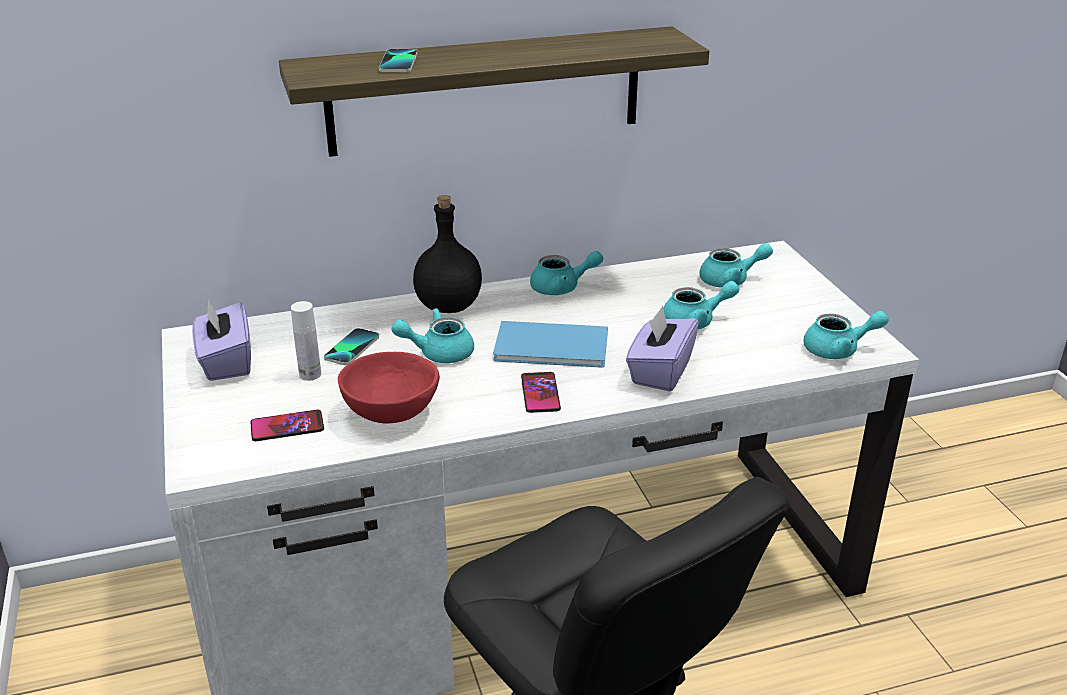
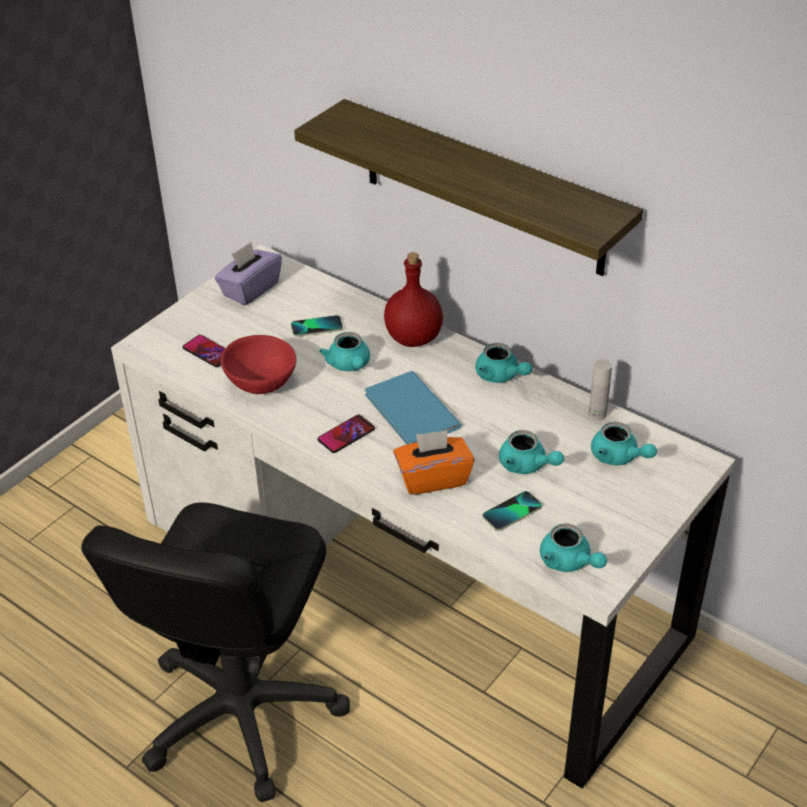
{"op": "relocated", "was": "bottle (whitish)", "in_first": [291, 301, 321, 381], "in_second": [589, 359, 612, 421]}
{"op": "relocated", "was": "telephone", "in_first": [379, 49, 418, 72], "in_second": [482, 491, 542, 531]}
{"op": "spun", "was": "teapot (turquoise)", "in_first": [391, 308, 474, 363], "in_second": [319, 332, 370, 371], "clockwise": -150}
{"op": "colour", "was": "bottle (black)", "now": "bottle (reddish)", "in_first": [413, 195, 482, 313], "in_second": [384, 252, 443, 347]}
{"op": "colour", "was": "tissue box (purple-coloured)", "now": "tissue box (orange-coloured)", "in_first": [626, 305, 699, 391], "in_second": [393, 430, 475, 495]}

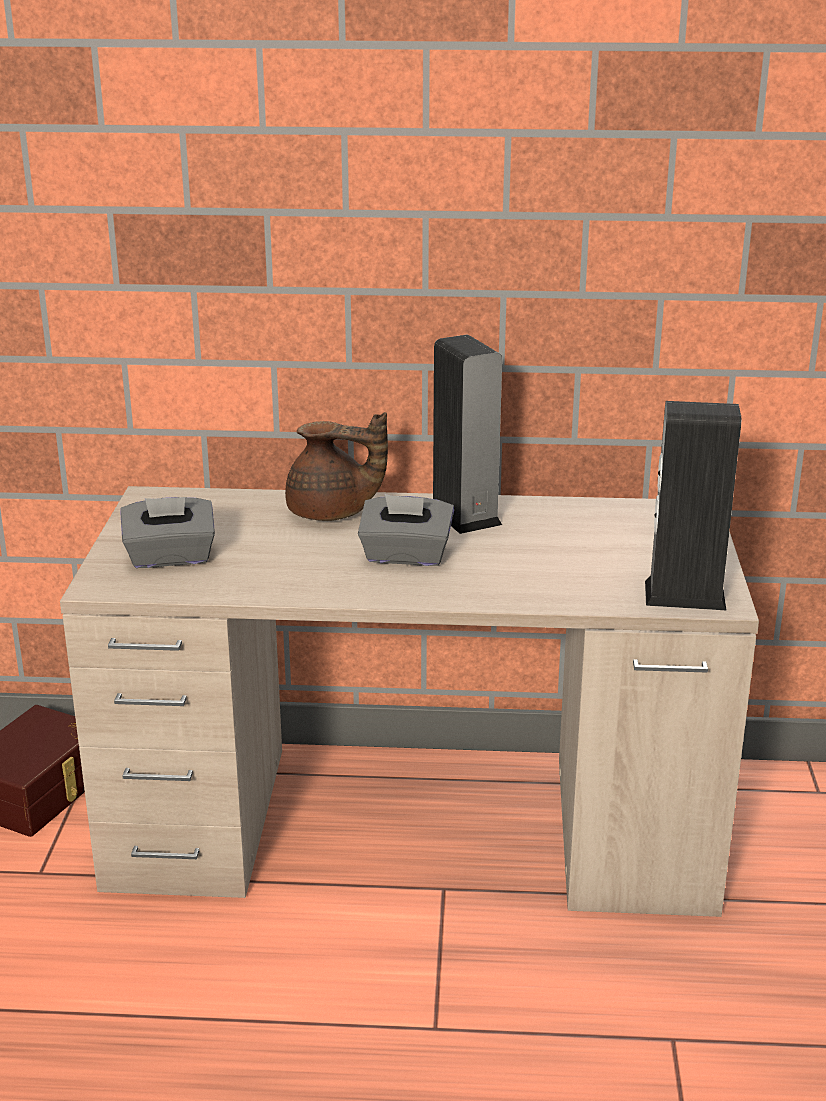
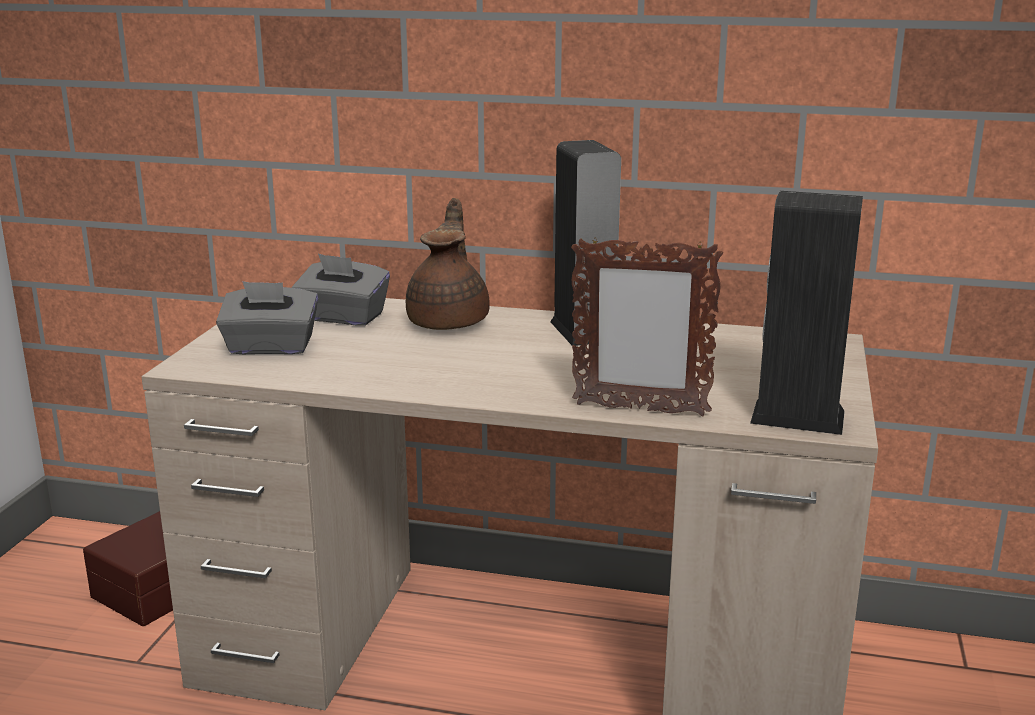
{"op": "spun", "was": "teapot (brownish)", "in_first": [285, 412, 388, 521], "in_second": [406, 198, 490, 330], "clockwise": -105}
{"op": "relocated", "was": "tissue box (greyish)", "in_first": [358, 494, 454, 566], "in_second": [292, 254, 390, 326]}
{"op": "appeared", "now": "picture frame", "in_second": [571, 238, 723, 416]}

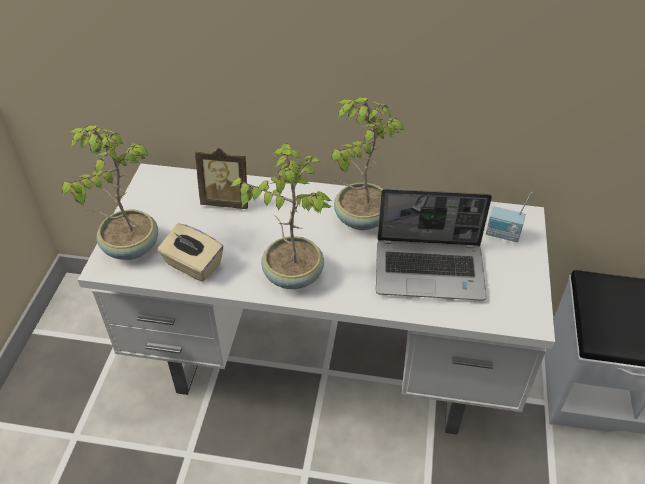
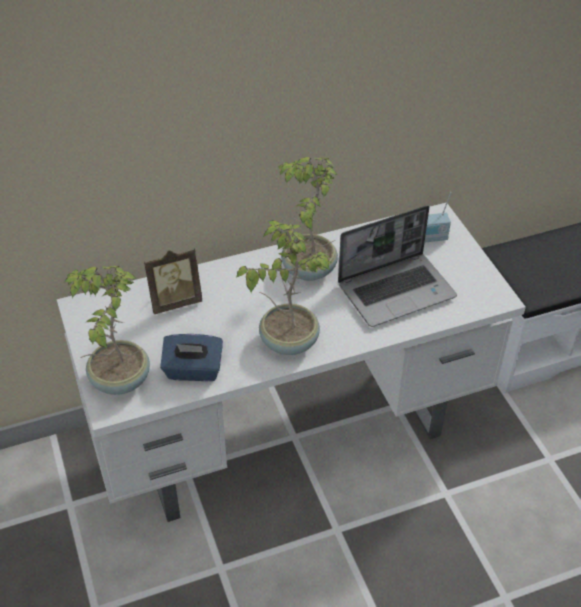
{"op": "colour", "was": "tissue box (sand-coloured)", "now": "tissue box (bluish)", "in_first": [158, 223, 224, 281], "in_second": [160, 334, 223, 381]}

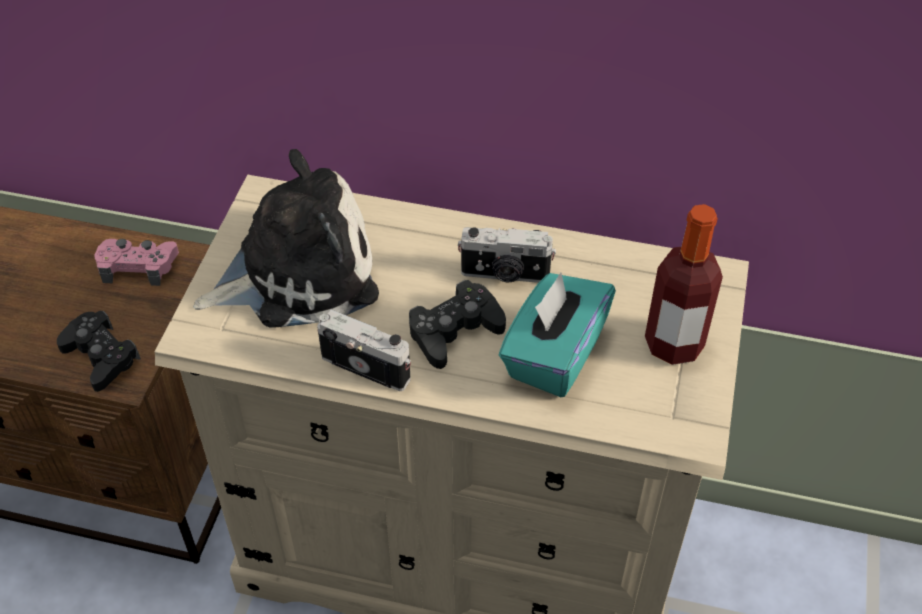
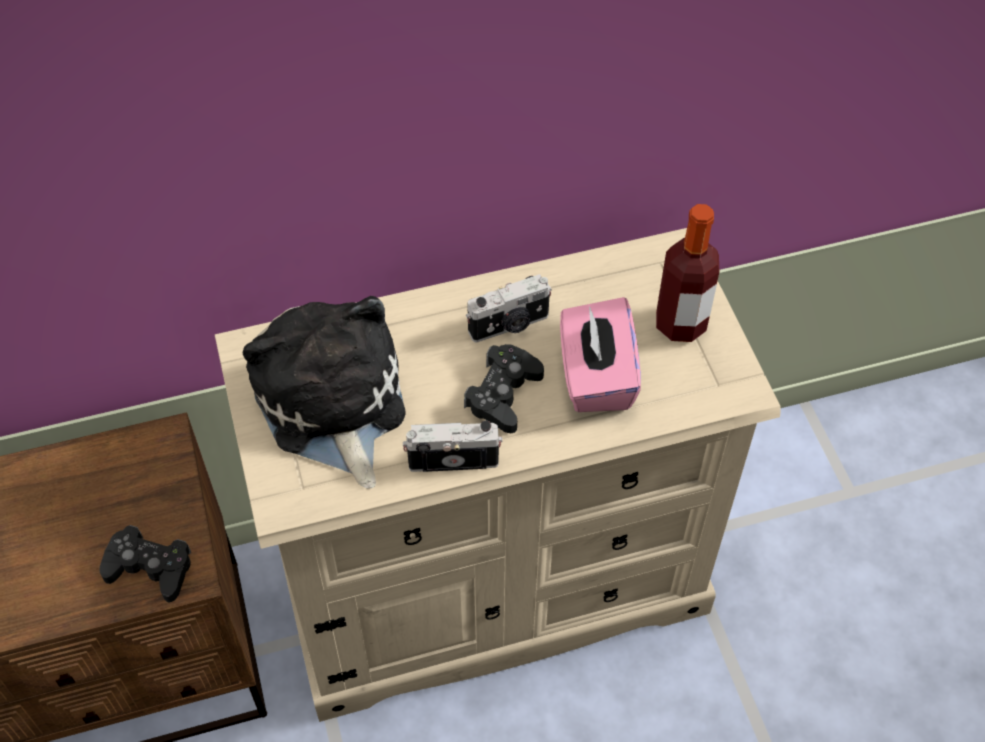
{"op": "missing", "was": "joypad (pink)", "in_first": [94, 239, 179, 286]}
{"op": "spun", "was": "soft toy", "in_first": [193, 149, 379, 328], "in_second": [243, 296, 405, 488], "clockwise": -60}
{"op": "colour", "was": "tissue box (turquoise)", "now": "tissue box (pink)", "in_first": [499, 273, 616, 397], "in_second": [560, 297, 641, 412]}

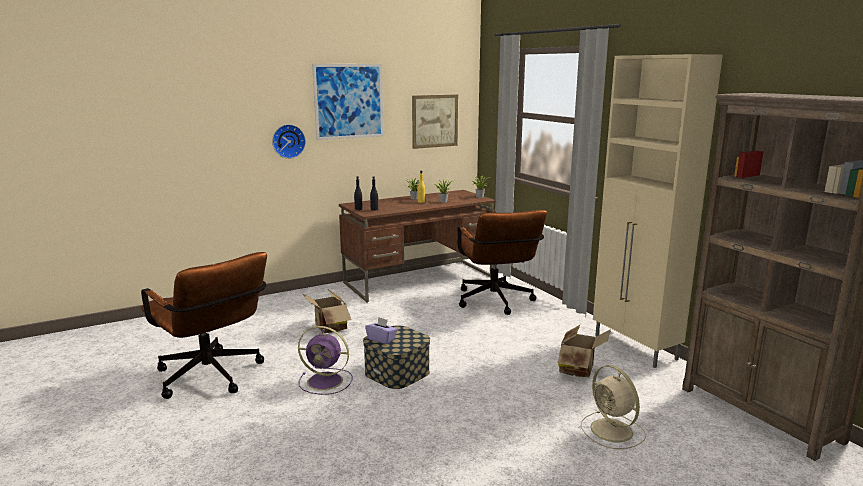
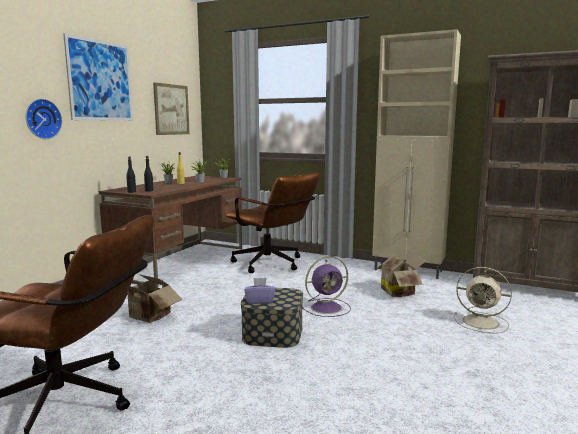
{"op": "relocated", "was": "electric fan (purple-coloured)", "in_first": [298, 326, 352, 395], "in_second": [302, 256, 351, 317]}

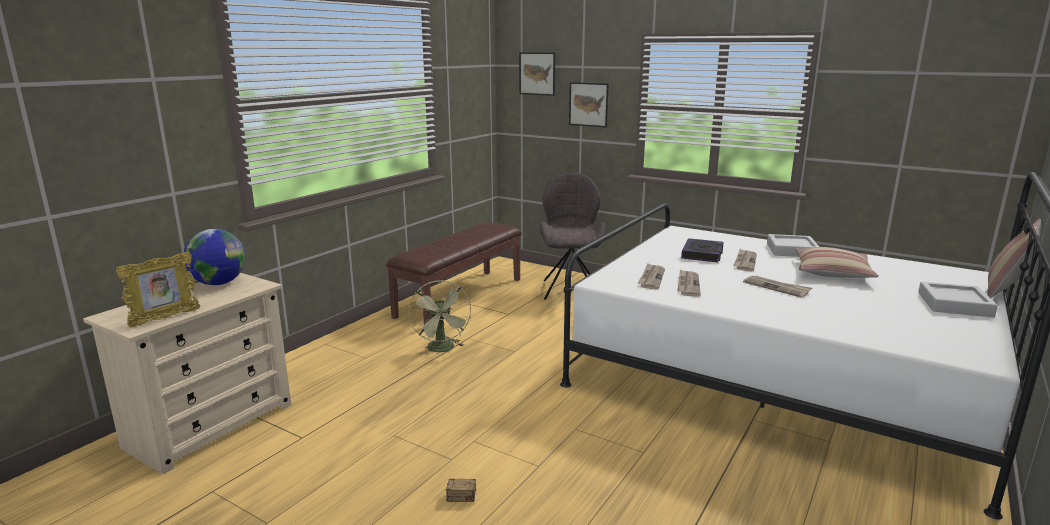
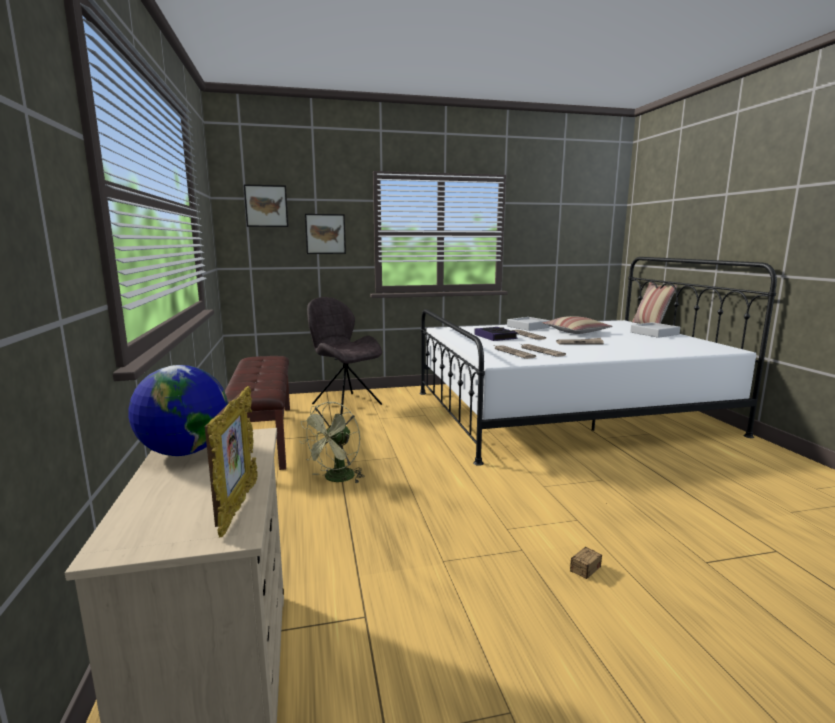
{"op": "spun", "was": "electric fan (green-coloured)", "in_first": [409, 280, 471, 354], "in_second": [299, 402, 365, 484], "clockwise": 90}

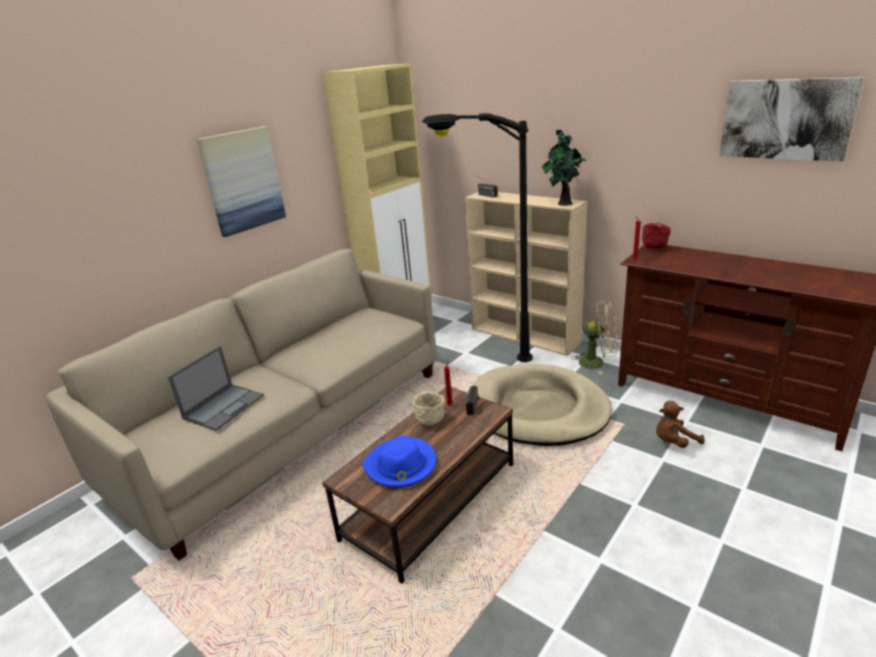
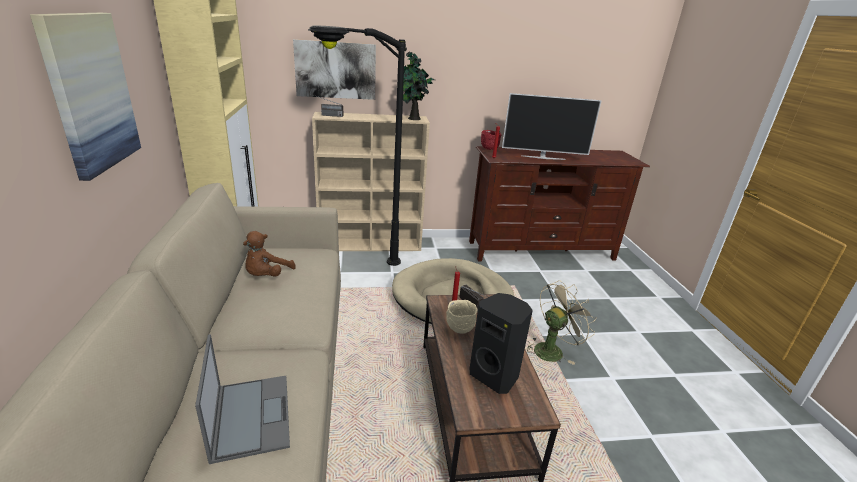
{"op": "exchanged", "was": "clothing hat (bluish)", "now": "audio speaker (black)", "in_first": [362, 436, 437, 488], "in_second": [470, 293, 533, 394]}
{"op": "relocated", "was": "electric fan (sand-coloured)", "in_first": [571, 301, 617, 374], "in_second": [527, 280, 597, 365]}
{"op": "relocated", "was": "soft toy (brownish)", "in_first": [656, 401, 705, 448], "in_second": [243, 231, 296, 277]}
{"op": "relocated", "was": "picture", "in_first": [719, 77, 864, 162], "in_second": [293, 39, 376, 100]}
{"op": "appeared", "now": "TV set", "in_second": [502, 93, 602, 160]}

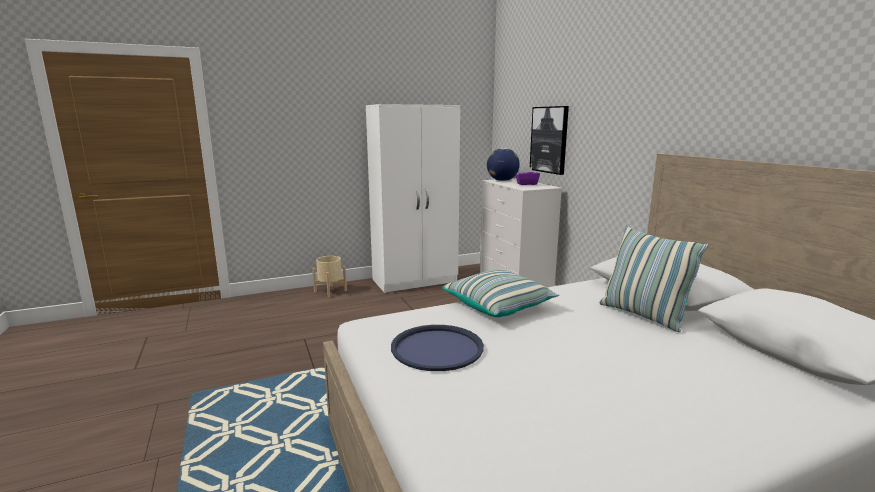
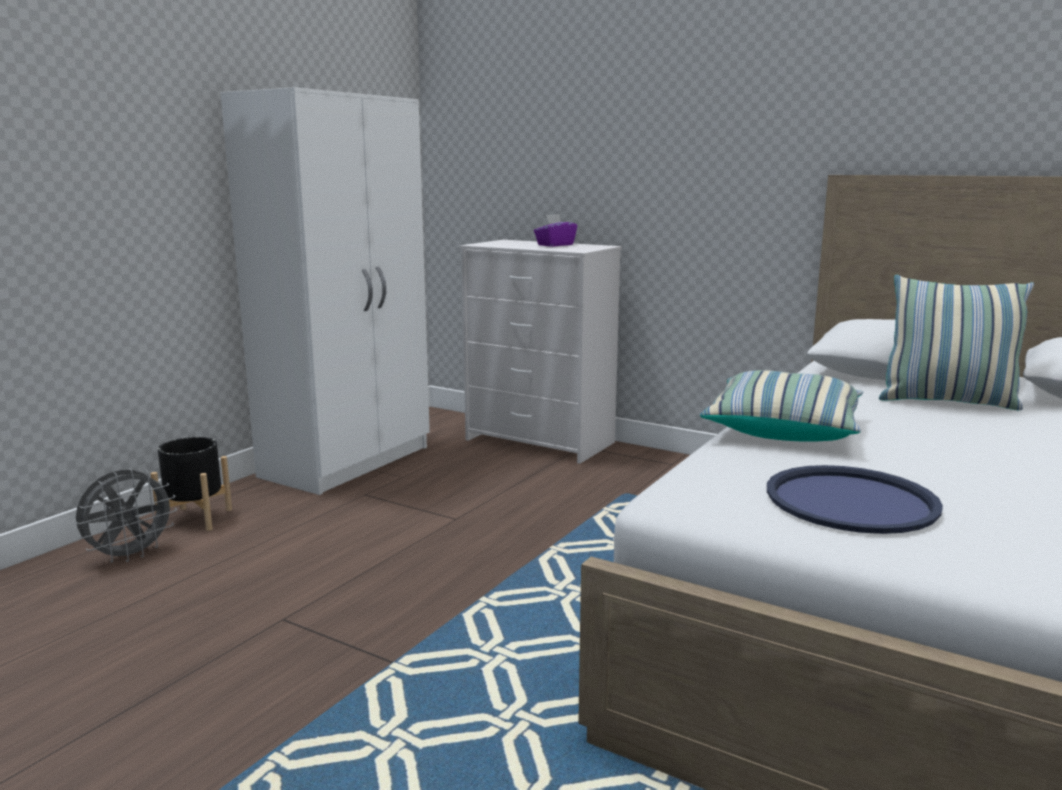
{"op": "colour", "was": "planter (sand-coloured)", "now": "planter (black)", "in_first": [312, 256, 347, 297], "in_second": [151, 437, 232, 531]}
{"op": "missing", "was": "world globe", "in_first": [487, 148, 520, 181]}
{"op": "missing", "was": "picture", "in_first": [530, 106, 569, 175]}
{"op": "appeared", "now": "electric fan (greyish)", "in_second": [76, 468, 177, 562]}

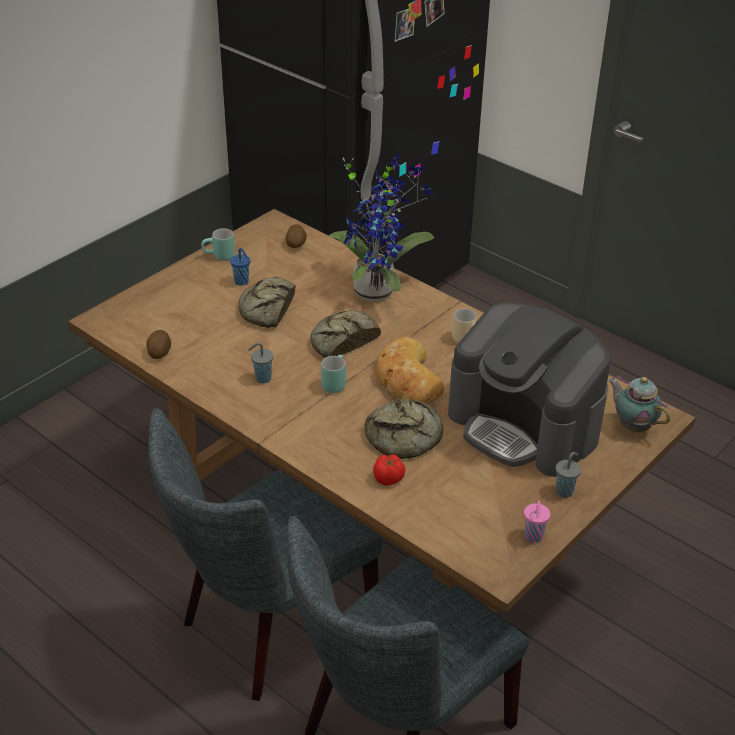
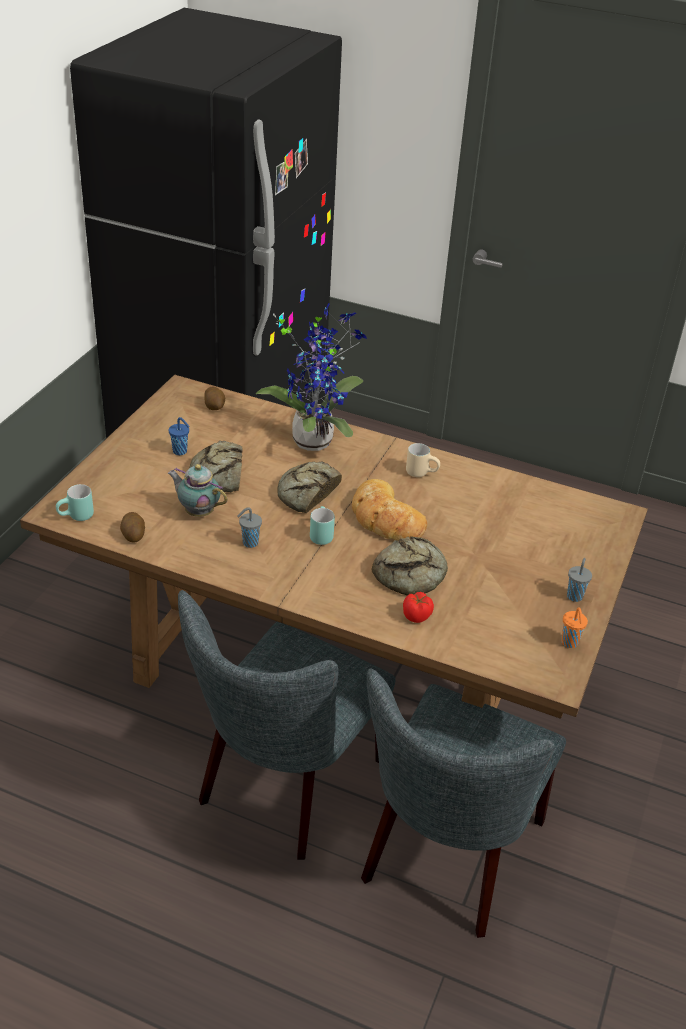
{"op": "relocated", "was": "tea mug (turquoise)", "in_first": [201, 228, 235, 261], "in_second": [56, 484, 94, 521]}
{"op": "missing", "was": "coffee machine", "in_first": [448, 302, 611, 477]}
{"op": "colour", "was": "cup (pink)", "now": "cup (orange-coloured)", "in_first": [524, 500, 550, 543], "in_second": [561, 607, 588, 648]}
{"op": "relocated", "was": "teapot", "in_first": [608, 376, 670, 432], "in_second": [168, 464, 228, 517]}

